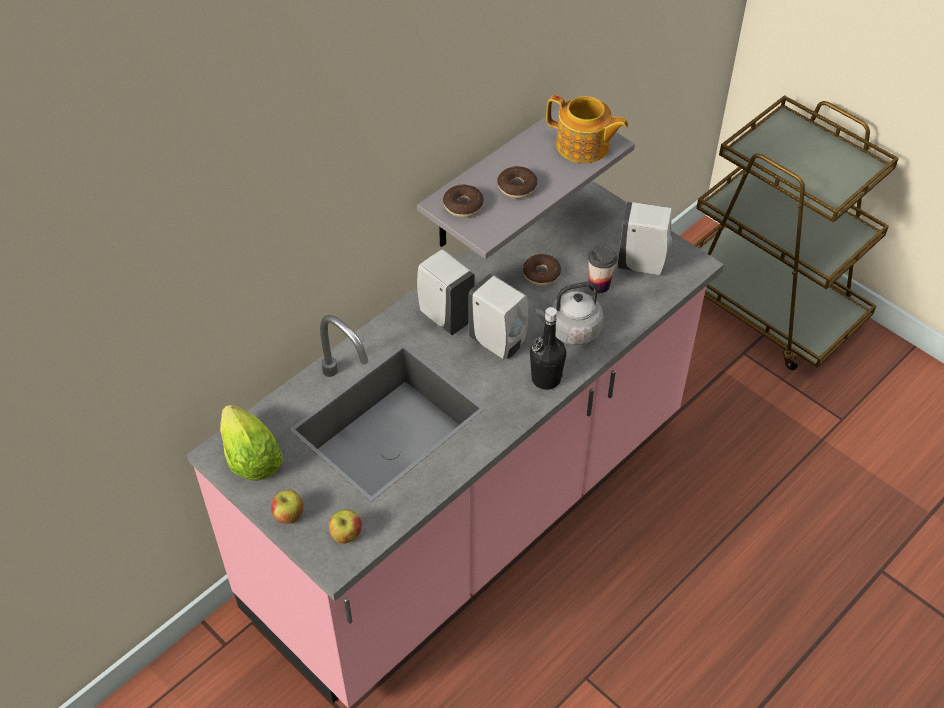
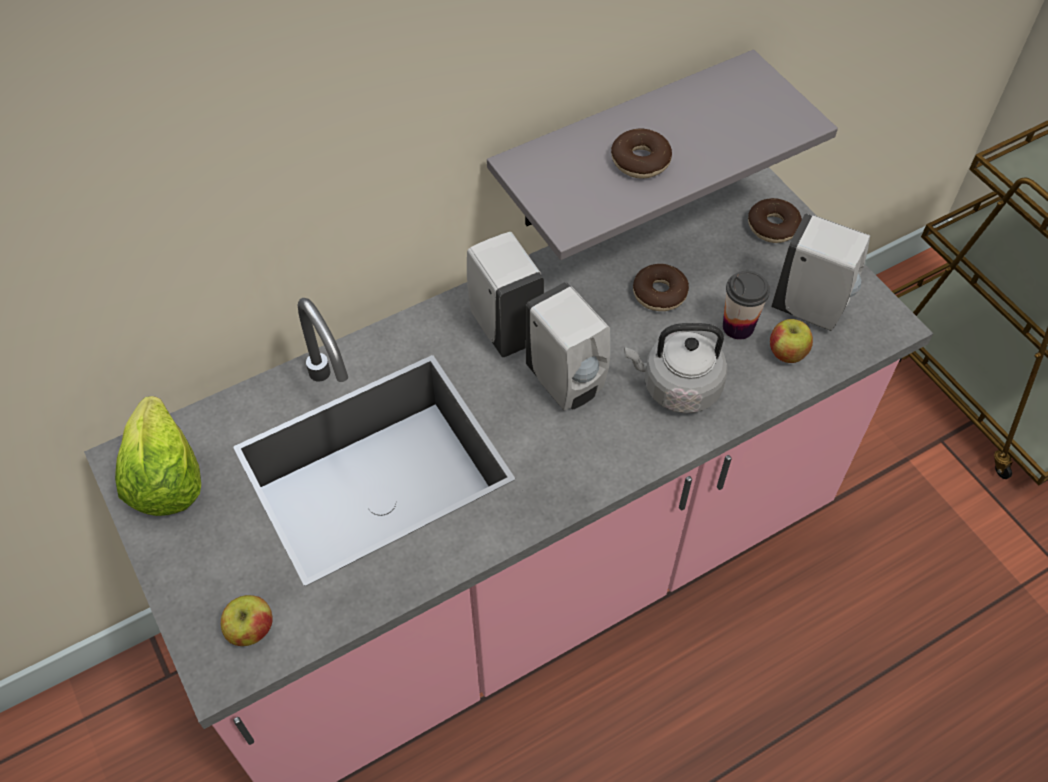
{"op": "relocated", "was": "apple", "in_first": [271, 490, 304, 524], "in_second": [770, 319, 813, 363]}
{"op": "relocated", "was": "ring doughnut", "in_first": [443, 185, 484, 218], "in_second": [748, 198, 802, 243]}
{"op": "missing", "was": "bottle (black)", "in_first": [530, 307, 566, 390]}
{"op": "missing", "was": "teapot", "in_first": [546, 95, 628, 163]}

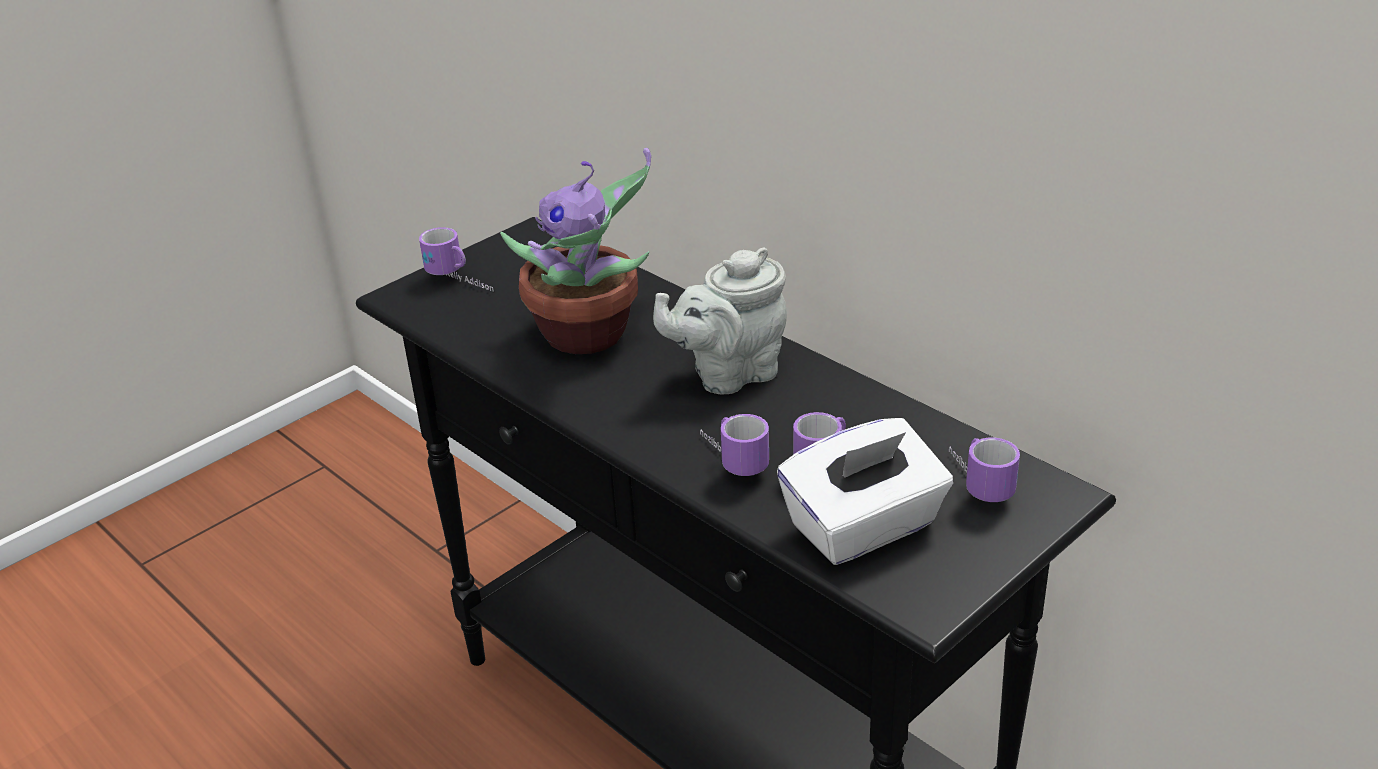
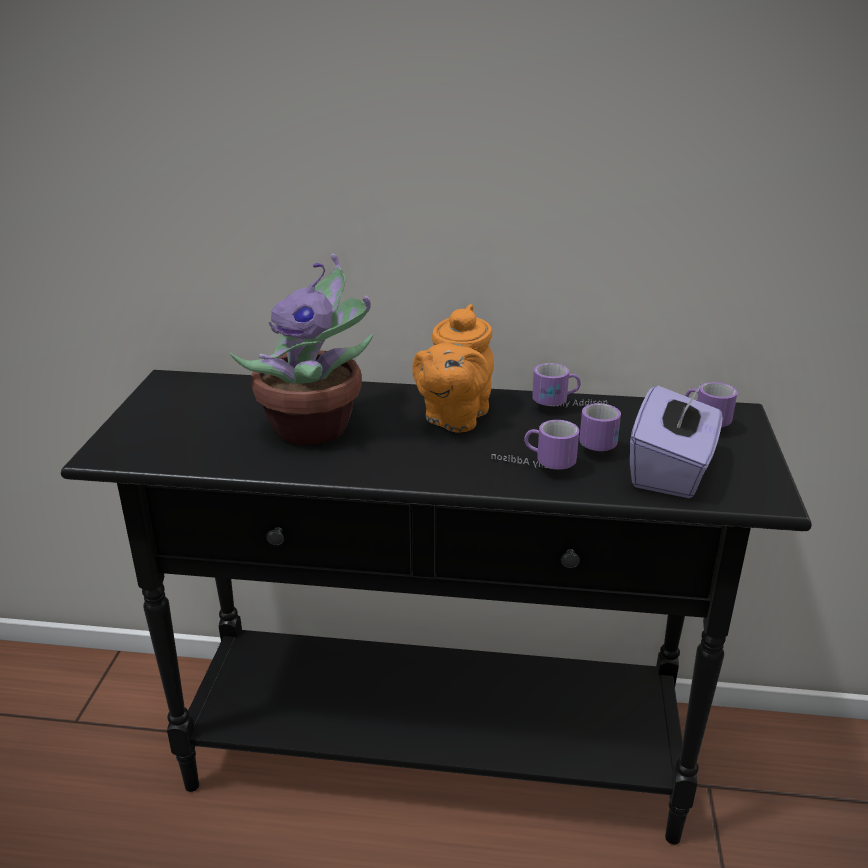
{"op": "relocated", "was": "tea mug", "in_first": [419, 227, 494, 292], "in_second": [532, 363, 607, 408]}
{"op": "colour", "was": "teapot (greyish)", "now": "teapot (orange-coloured)", "in_first": [653, 247, 787, 394], "in_second": [412, 304, 494, 433]}
{"op": "colour", "was": "tissue box (whitish)", "now": "tissue box (purple-coloured)", "in_first": [777, 418, 953, 565], "in_second": [630, 383, 723, 498]}

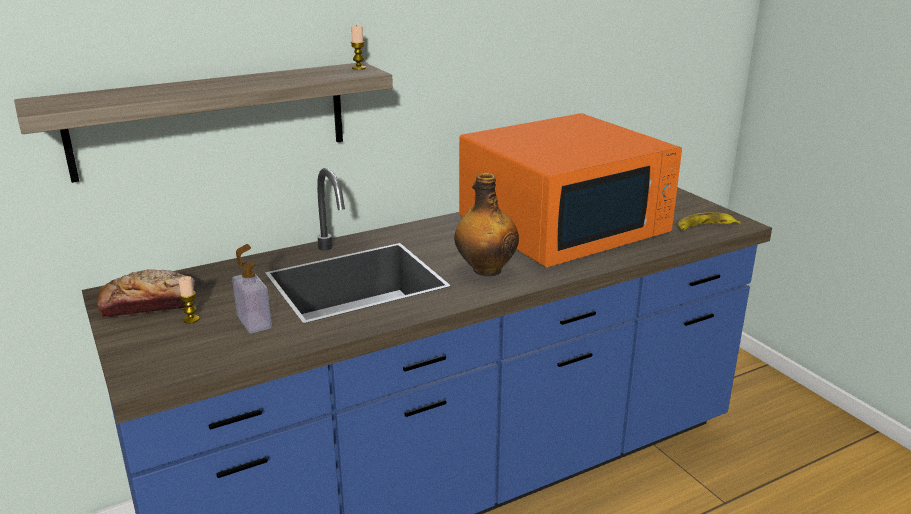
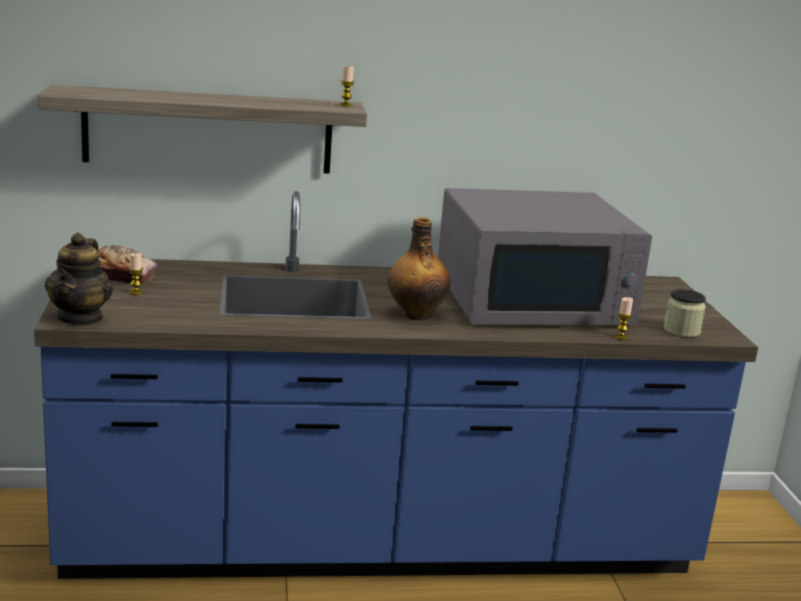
{"op": "missing", "was": "liquid soap bottle", "in_first": [232, 244, 272, 333]}
{"op": "colour", "was": "microwave oven (orange-coloured)", "now": "microwave oven (greyish)", "in_first": [459, 113, 682, 267], "in_second": [438, 188, 652, 325]}
{"op": "exchanged", "was": "banana", "now": "preserve jar", "in_first": [678, 212, 742, 230], "in_second": [664, 289, 706, 337]}
{"op": "appeared", "now": "teapot", "in_second": [45, 232, 113, 326]}
{"op": "appeared", "now": "candle", "in_second": [614, 297, 633, 340]}

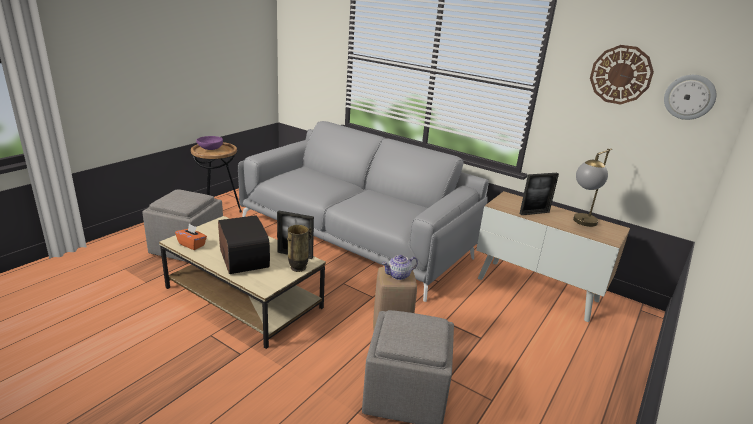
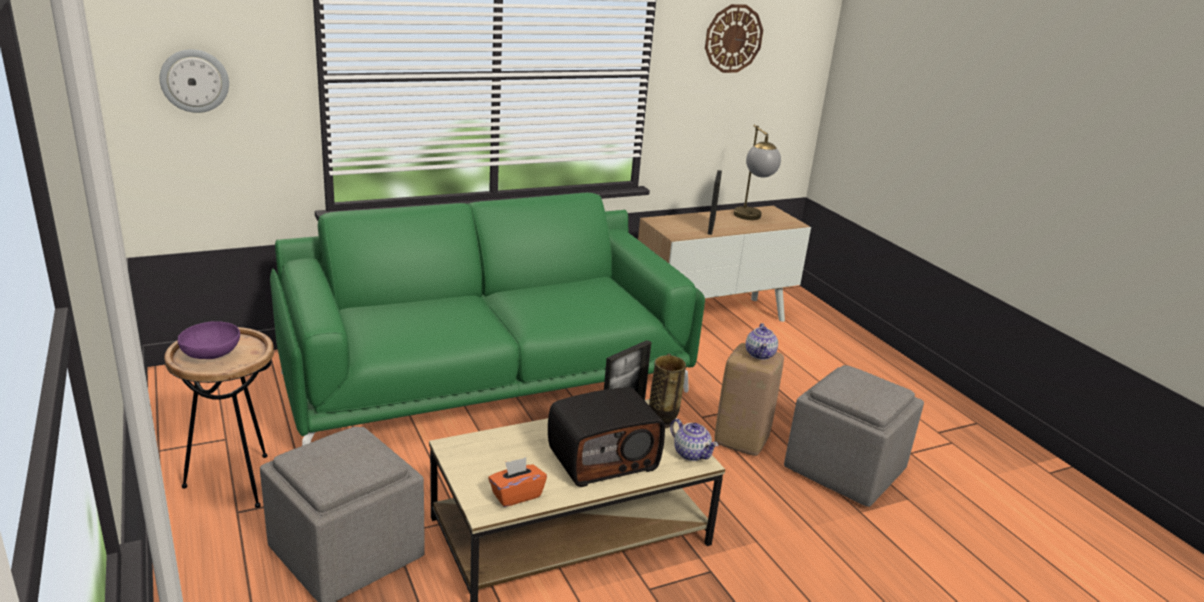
{"op": "spun", "was": "radio", "in_first": [218, 215, 270, 274], "in_second": [548, 387, 665, 487], "clockwise": 150}
{"op": "colour", "was": "sofa (greyish)", "now": "sofa (green-coloured)", "in_first": [238, 121, 489, 302], "in_second": [270, 193, 705, 446]}
{"op": "relocated", "was": "hanging clock", "in_first": [664, 75, 716, 120], "in_second": [160, 49, 229, 113]}
{"op": "appeared", "now": "teapot", "in_second": [670, 419, 719, 461]}

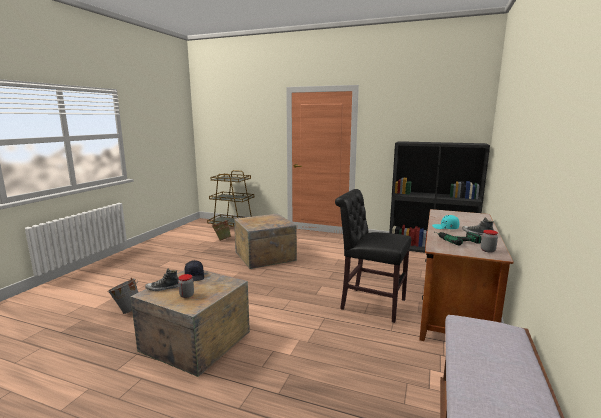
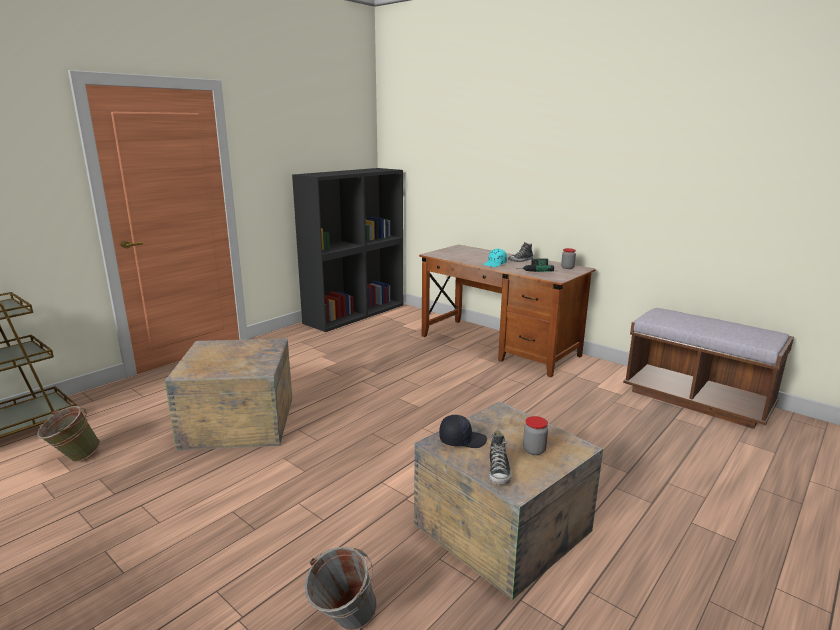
{"op": "missing", "was": "plain chair (black)", "in_first": [335, 189, 411, 323]}

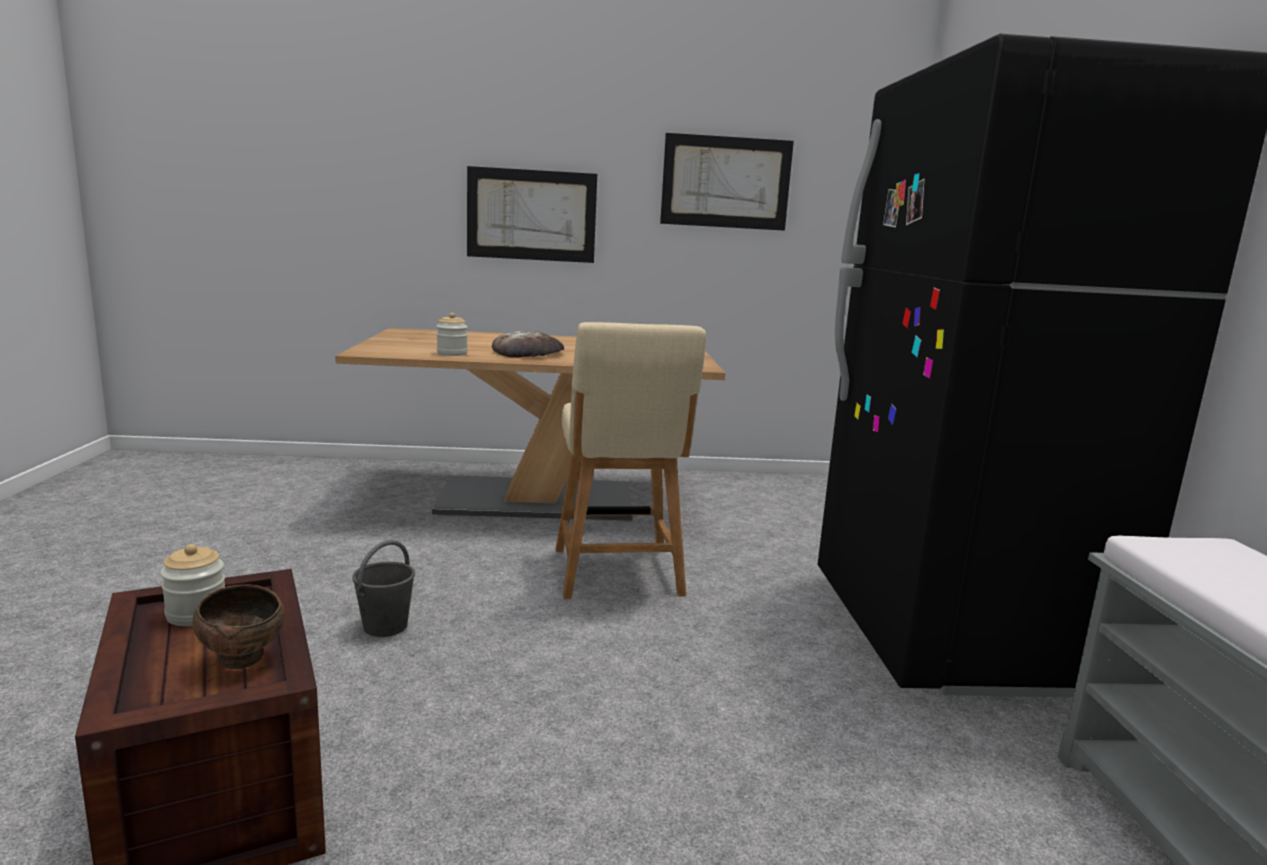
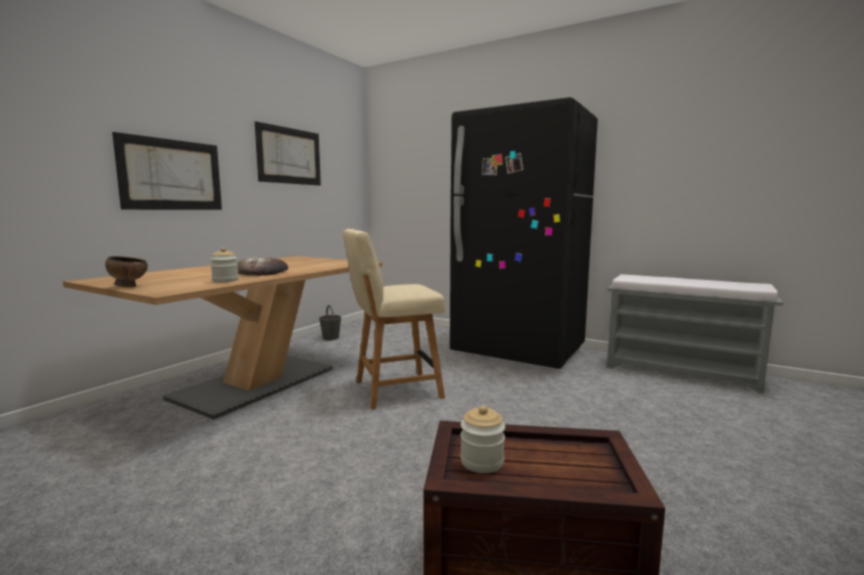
{"op": "relocated", "was": "deep dish (brownish)", "in_first": [193, 584, 285, 669], "in_second": [105, 256, 148, 287]}
{"op": "relocated", "was": "bucket (greyish)", "in_first": [352, 540, 415, 637], "in_second": [319, 305, 341, 340]}
{"op": "spun", "was": "plain chair (sand-coloured)", "in_first": [555, 322, 707, 599], "in_second": [343, 229, 445, 410], "clockwise": 135}

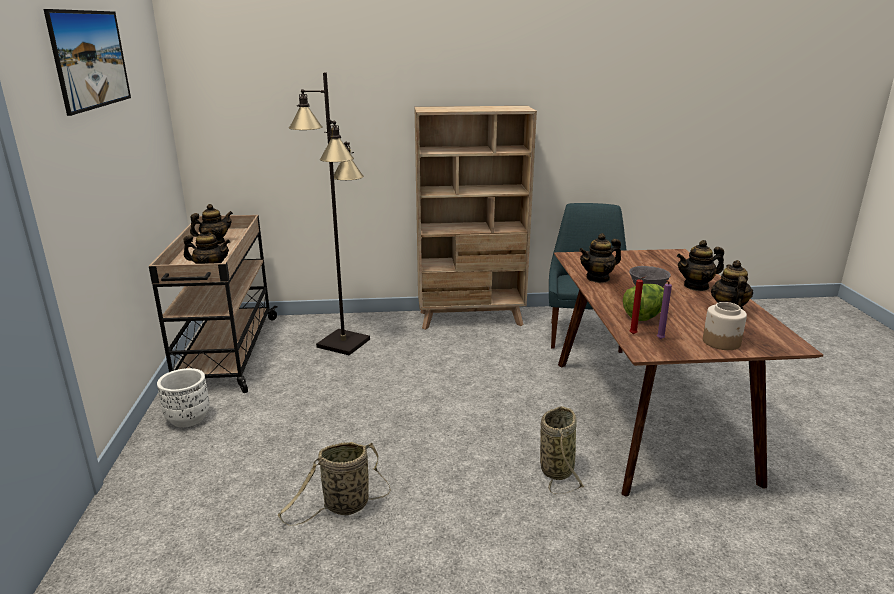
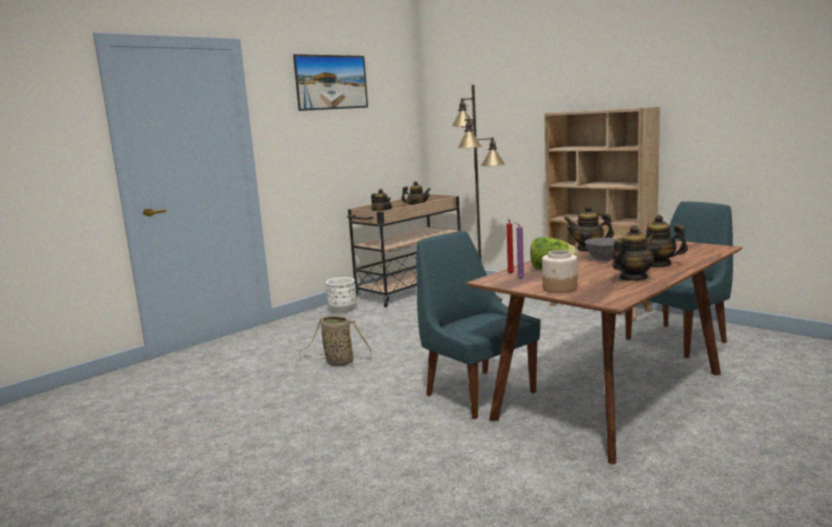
{"op": "exchanged", "was": "storage basket", "now": "plain chair (bluish)", "in_first": [540, 406, 584, 494], "in_second": [416, 232, 540, 419]}

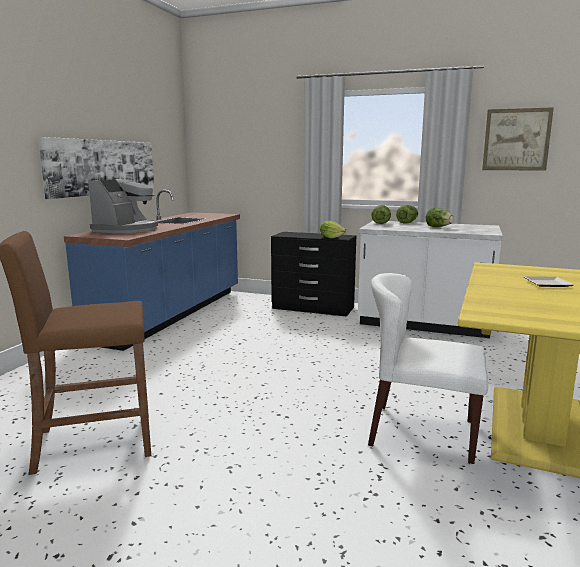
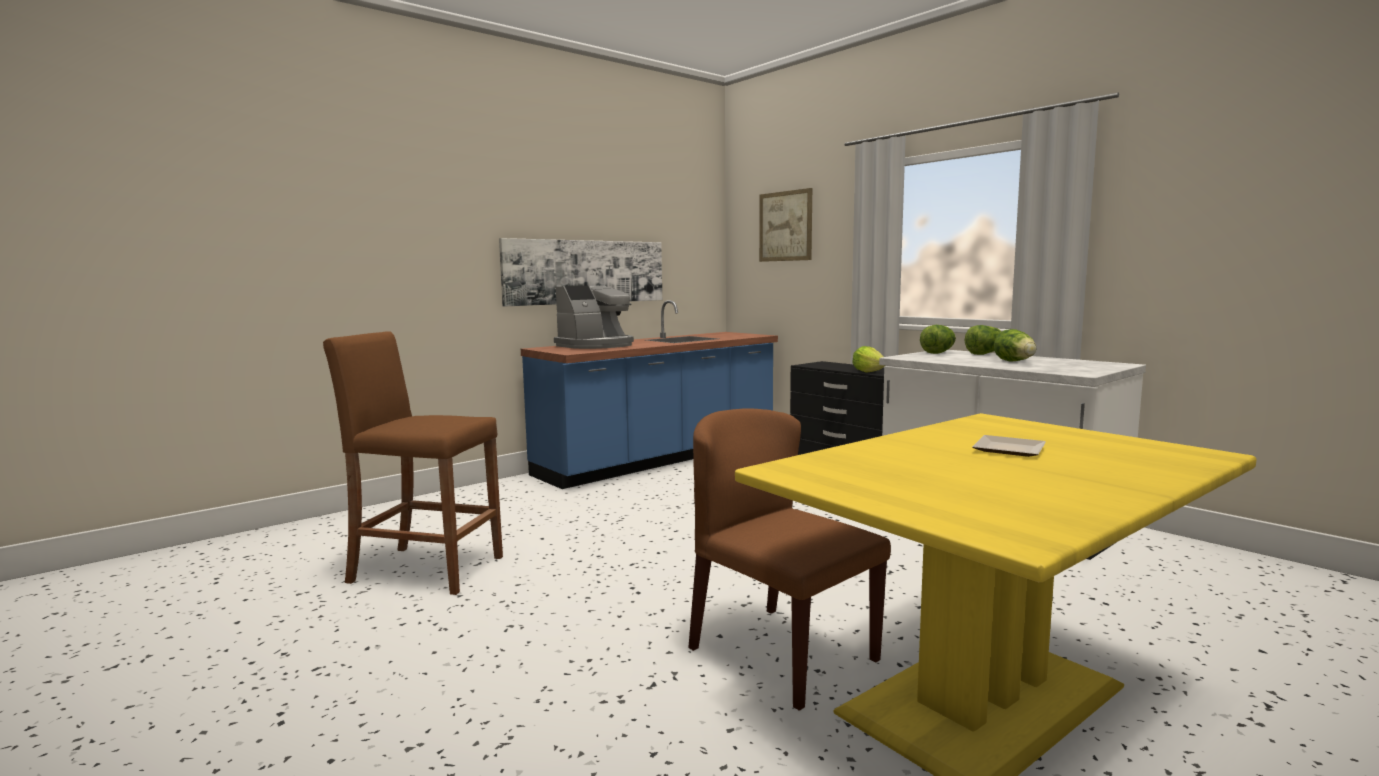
{"op": "colour", "was": "plain chair (whitish)", "now": "plain chair (brownish)", "in_first": [368, 273, 488, 464], "in_second": [688, 408, 891, 711]}
{"op": "relocated", "was": "picture", "in_first": [482, 107, 554, 171], "in_second": [759, 188, 812, 262]}

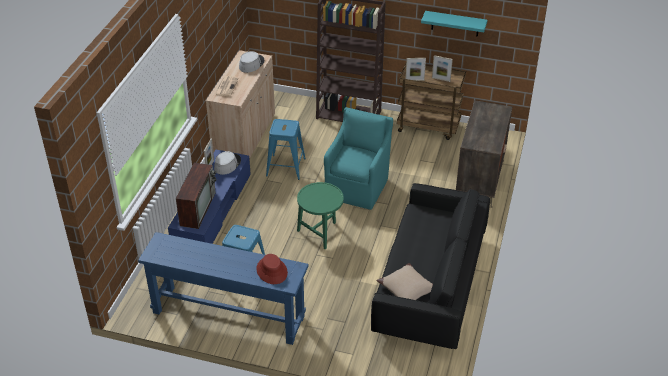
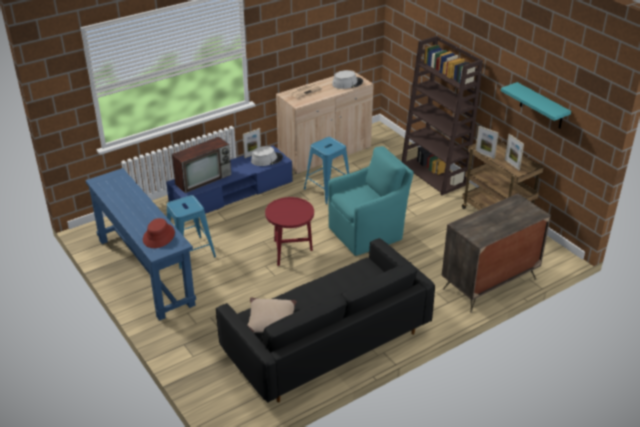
{"op": "colour", "was": "side table (green-coloured)", "now": "side table (reddish)", "in_first": [297, 182, 344, 249], "in_second": [265, 197, 314, 266]}

